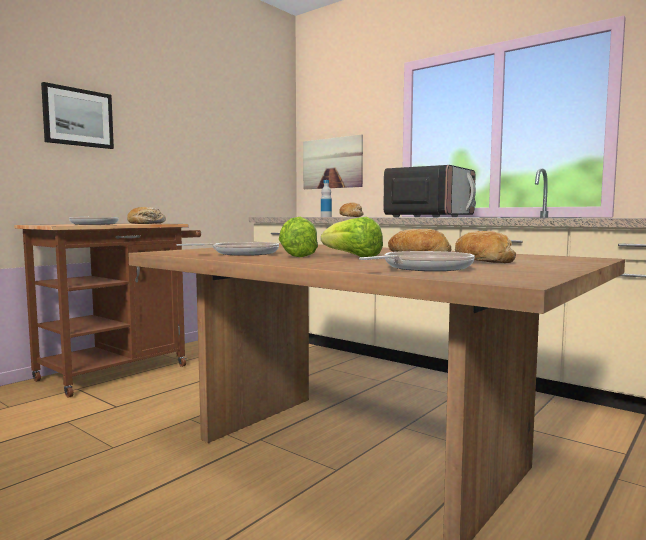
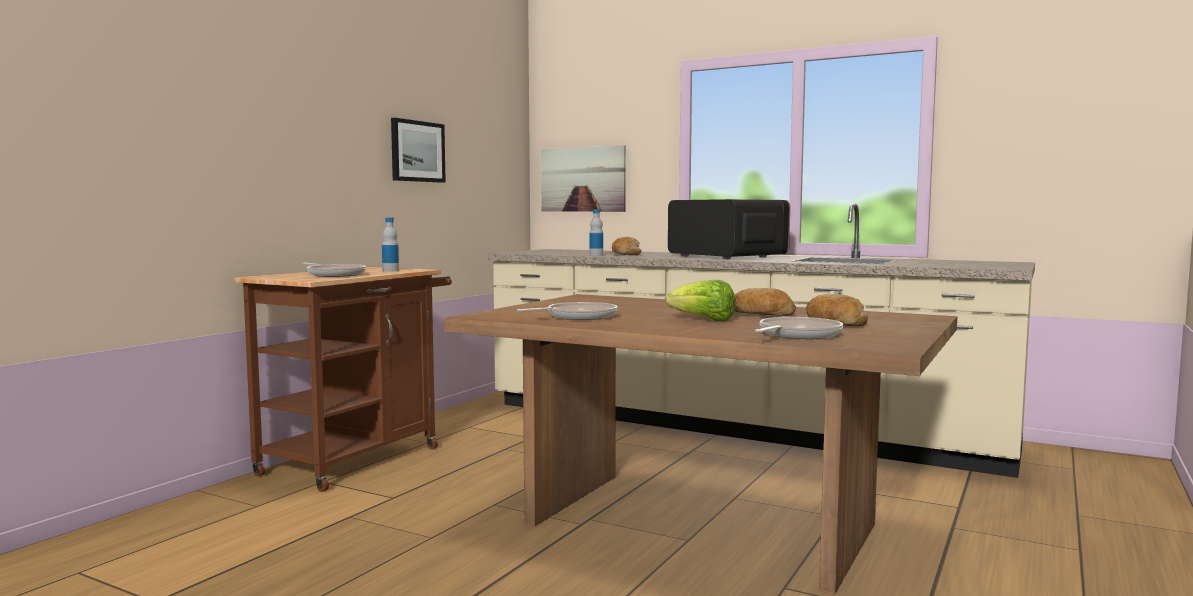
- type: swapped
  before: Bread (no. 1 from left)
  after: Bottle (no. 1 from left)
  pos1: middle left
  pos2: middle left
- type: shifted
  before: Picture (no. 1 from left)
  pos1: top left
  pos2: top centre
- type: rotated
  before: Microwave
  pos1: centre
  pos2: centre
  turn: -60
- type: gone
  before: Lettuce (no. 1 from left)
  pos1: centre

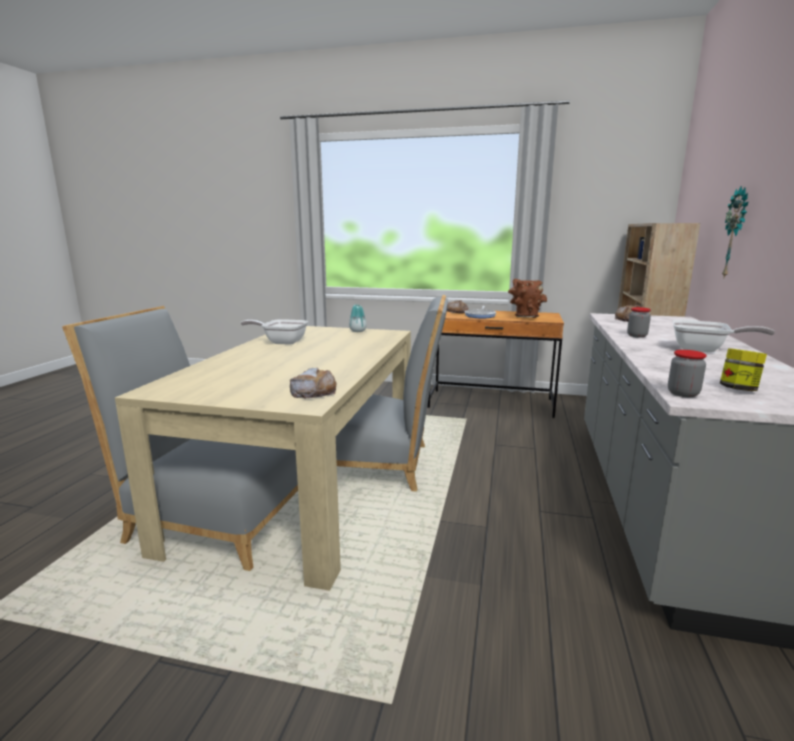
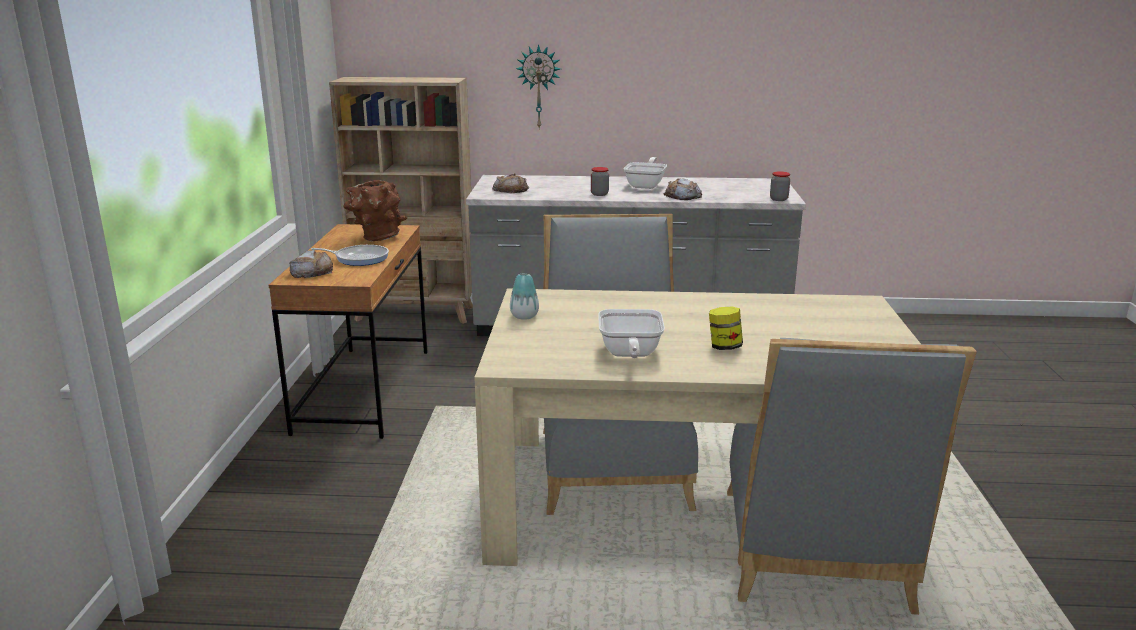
- type: shifted
  before: Bread (no. 1 from left in the first image)
  after: Bread (no. 3 from left)
  pos1: centre
  pos2: top centre
- type: shifted
  before: Jar (no. 3 from left in the first image)
  after: Jar (no. 2 from left)
  pos1: middle right
  pos2: centre

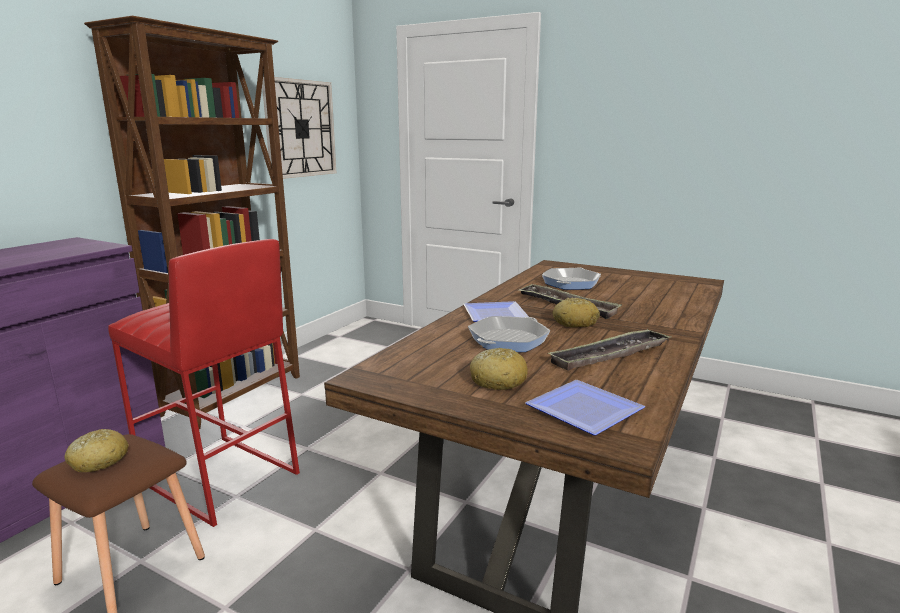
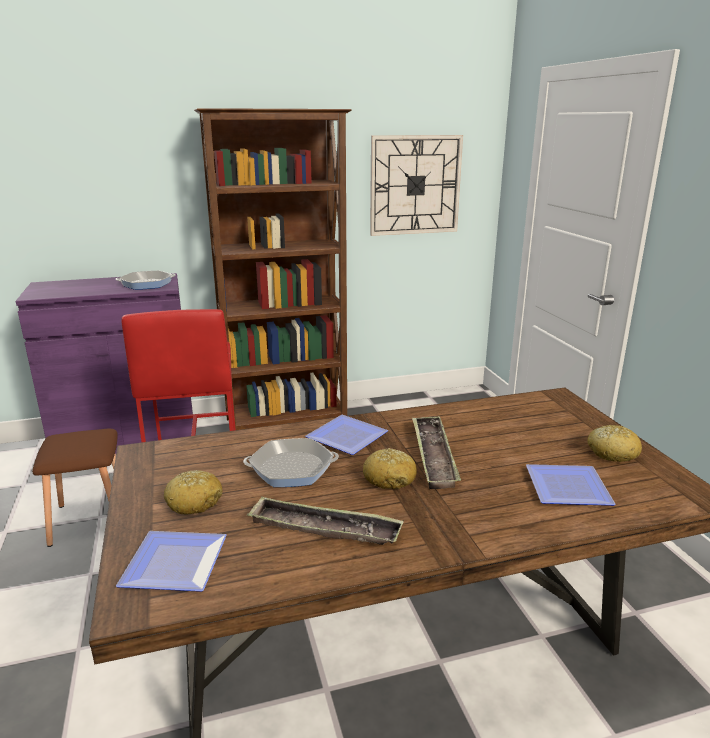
- type: shifted
  before: FryingPan (no. 2 from left in the first image)
  after: FryingPan (no. 1 from left)
  pos1: centre
  pos2: middle left
- type: new
  after: Plate (no. 3 from left)
  pos2: middle right
- type: shifted
  before: Bread (no. 1 from left in the first image)
  after: Bread (no. 3 from left)
  pos1: bottom left
  pos2: middle right

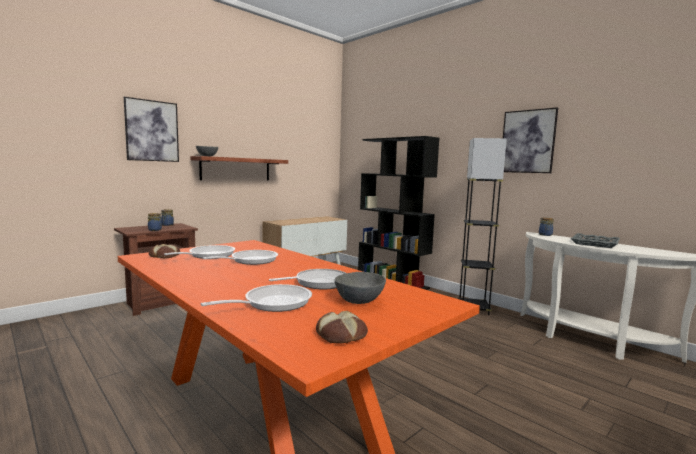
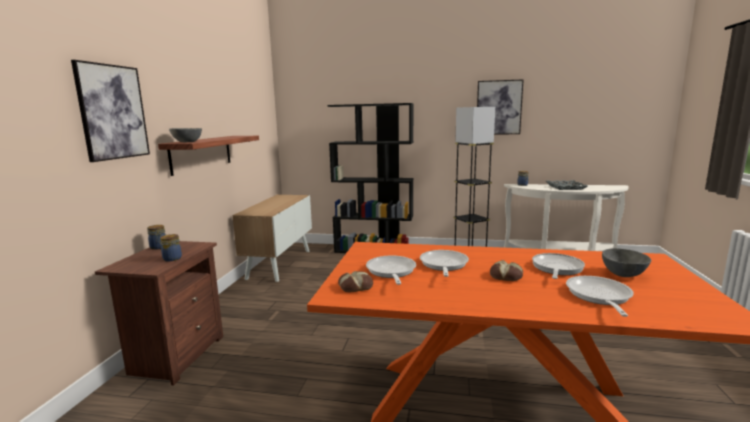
- type: shifted
  before: Bread (no. 2 from left)
  pos1: bottom centre
  pos2: middle right

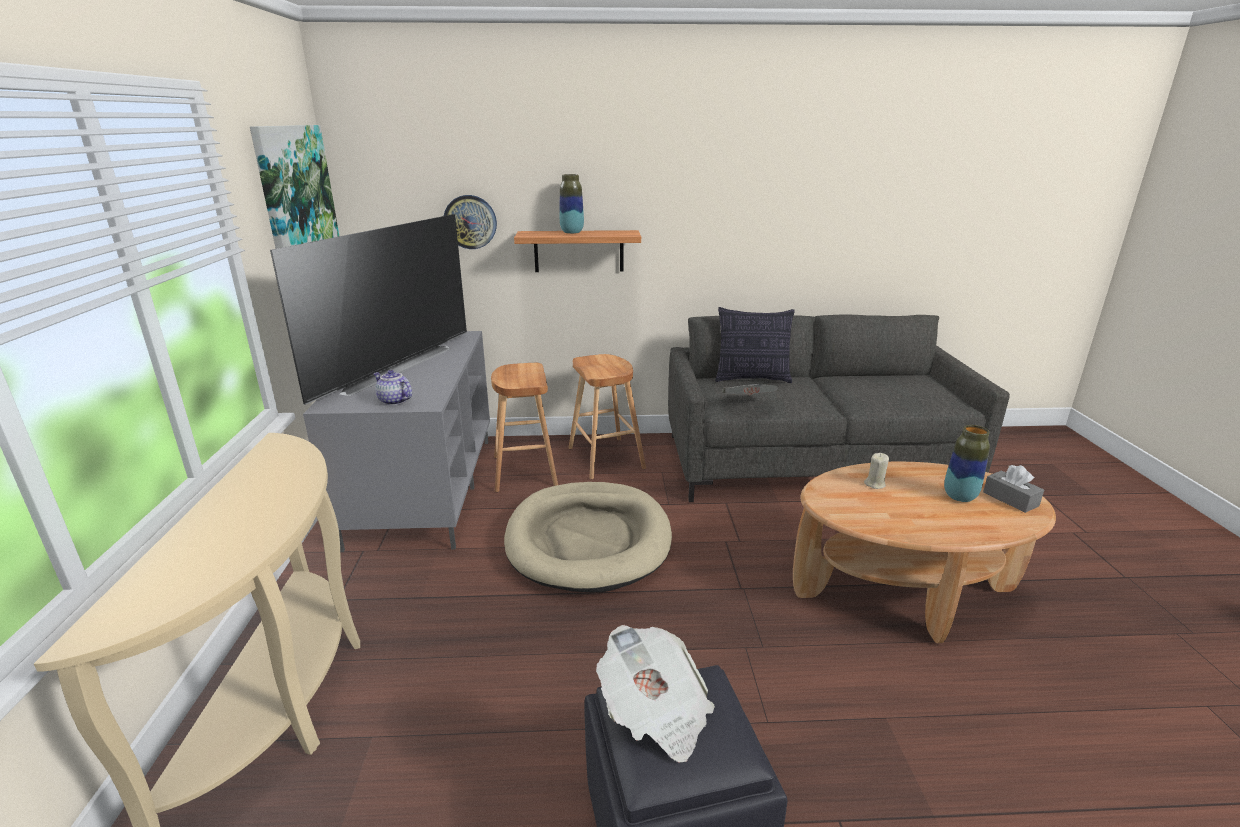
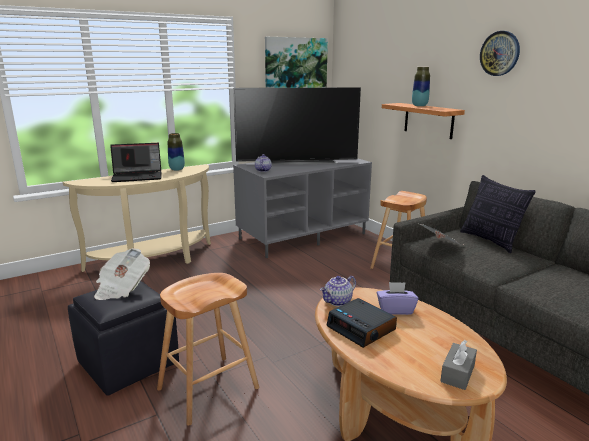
- type: new
  after: Laptop
  pos2: middle left
- type: shifted
  before: BrownStool (no. 1 from left)
  pos1: centre
  pos2: bottom centre
- type: shifted
  before: Vase (no. 2 from left in the first image)
  after: Vase (no. 1 from left)
  pos1: middle right
  pos2: middle left
- type: new
  after: Teapot (no. 2 from left)
  pos2: centre
- type: new
  after: AlarmClock
  pos2: bottom centre
- type: swapped
  before: BeigeCandle
  after: PurpleTissueBox
  pos1: middle right
  pos2: bottom right
- type: shifted
  before: WallClock
  pos1: top centre
  pos2: top right
- type: gone
  before: BeigeDogBed
  pos1: centre

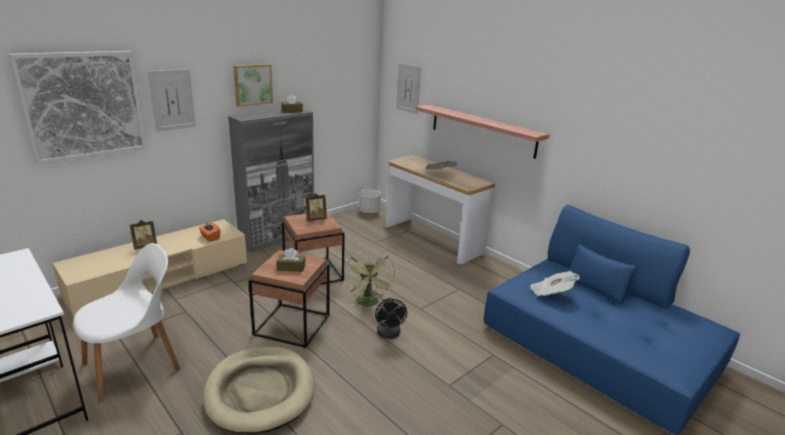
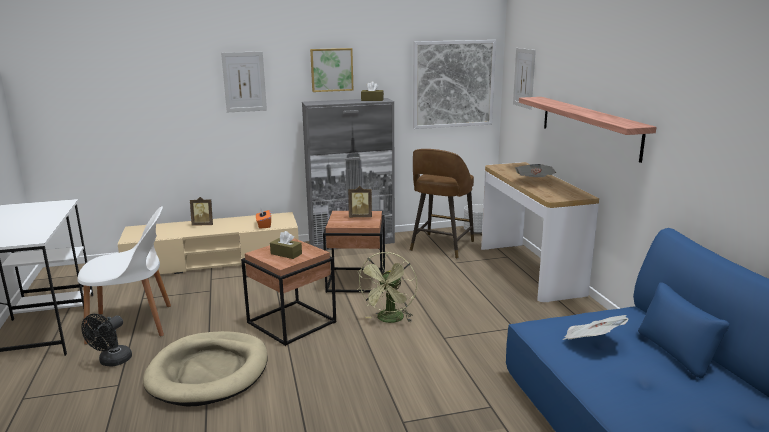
- type: shifted
  before: BlackFan
  pos1: bottom centre
  pos2: bottom left
- type: new
  after: BrownStool
  pos2: centre
- type: shifted
  before: Picture (no. 1 from left in the first image)
  after: Picture (no. 3 from left)
  pos1: top left
  pos2: top centre

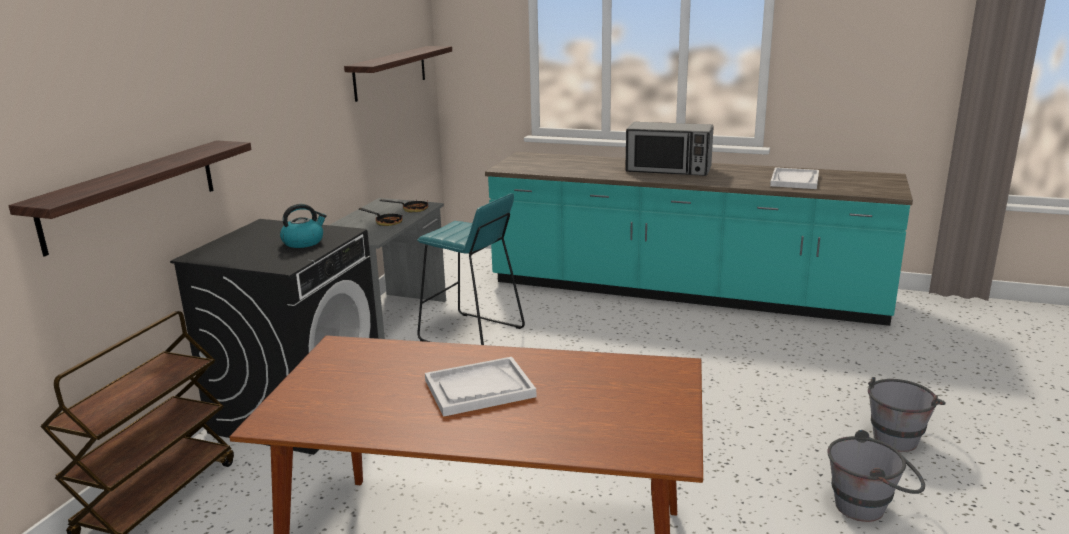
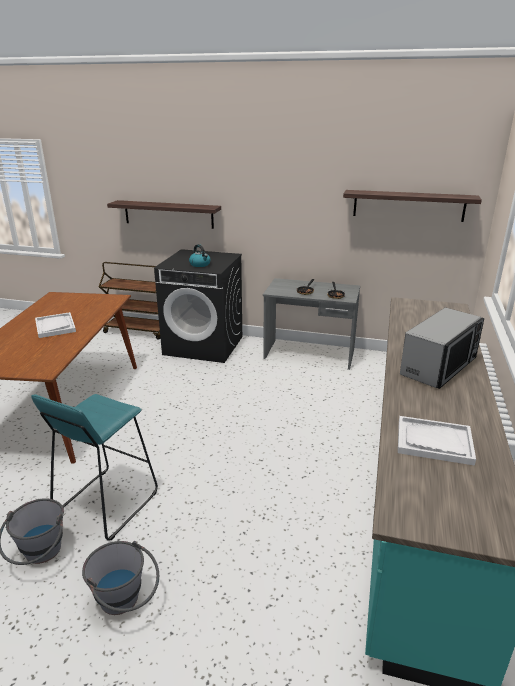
- type: shifted
  before: TurquoiseStool
  pos1: centre
  pos2: bottom left
- type: rotated
  before: Microwave
  pos1: top centre
  pos2: middle right
  turn: -150

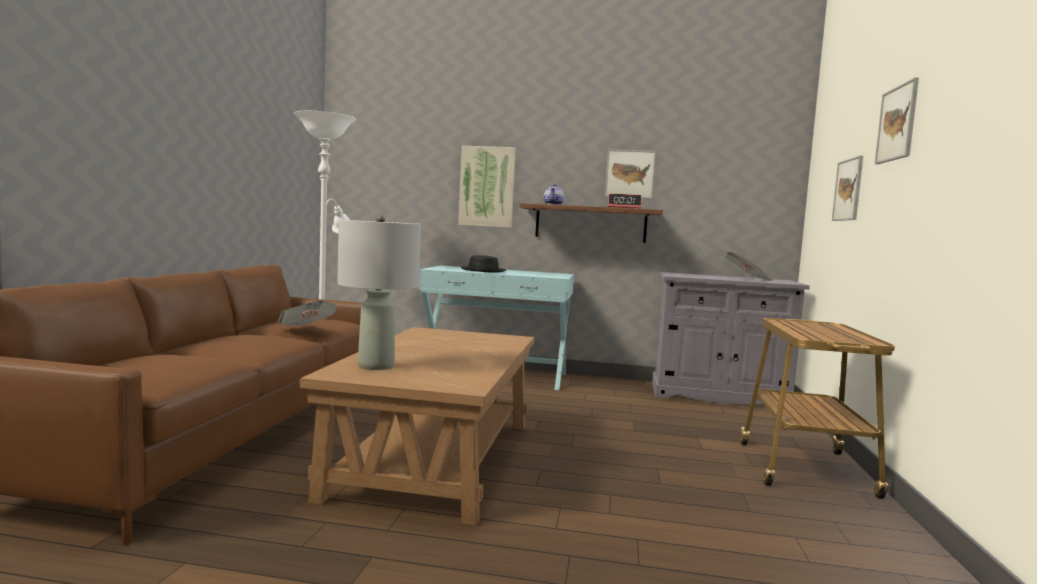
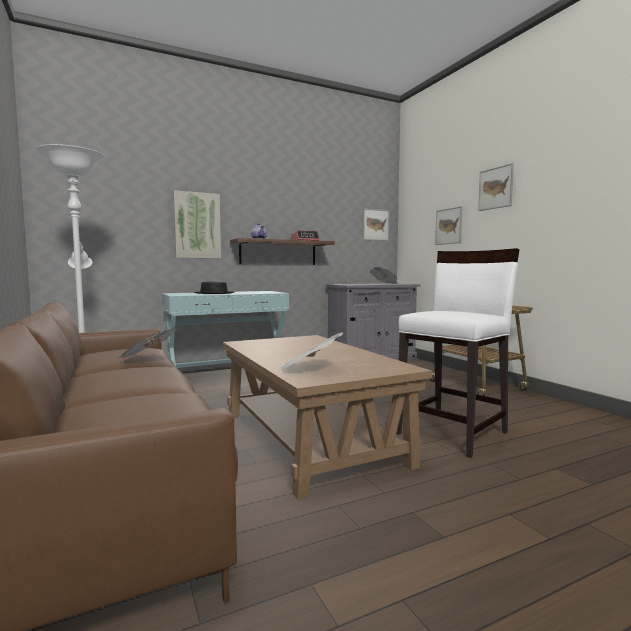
- type: swapped
  before: GreyTableLamp
  after: Newspaper (no. 2 from left)
  pos1: centre
  pos2: centre
- type: shifted
  before: Picture (no. 2 from left)
  pos1: top centre
  pos2: centre
- type: new
  after: WhiteStool
  pos2: middle right

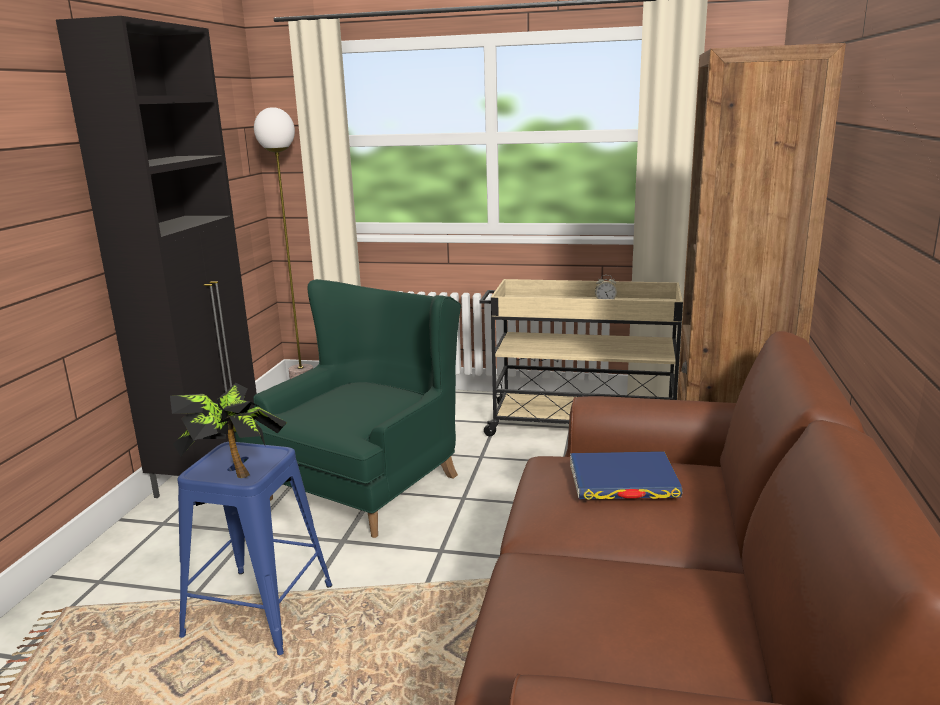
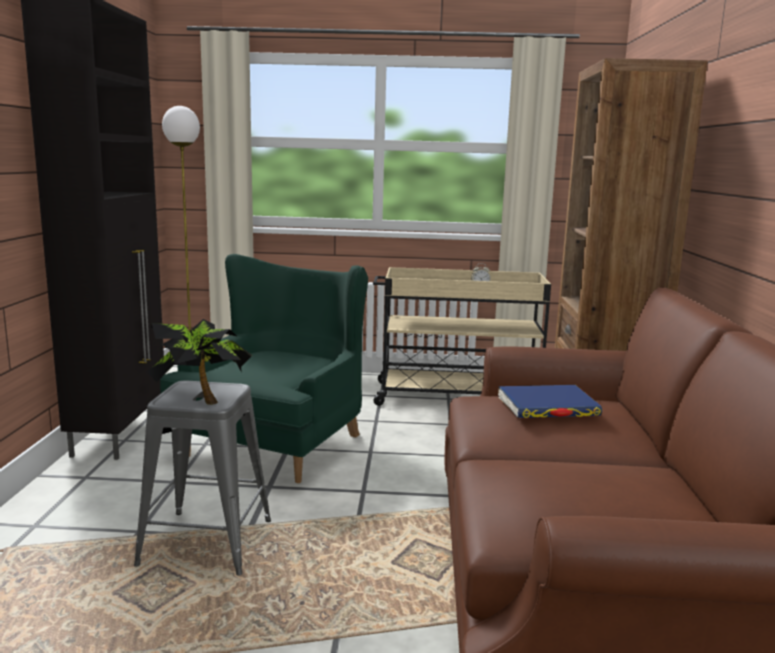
- type: repainted
  before: BlueStool
  after: GreyStool
  pos1: bottom left
  pos2: bottom left

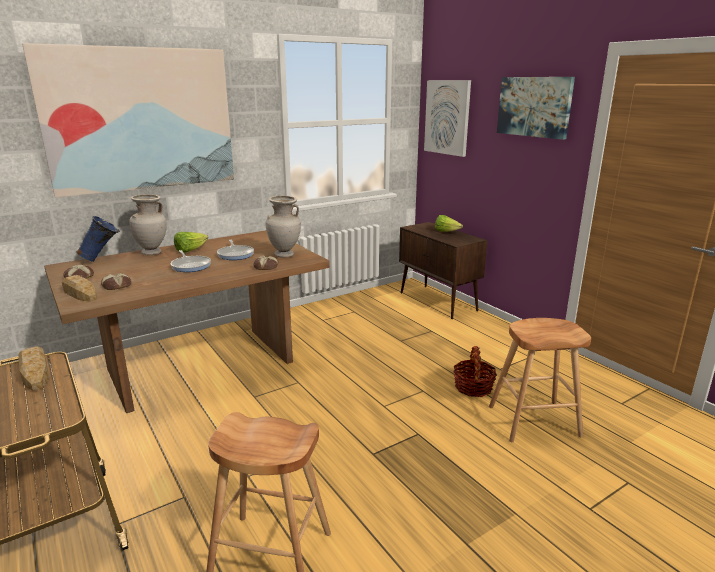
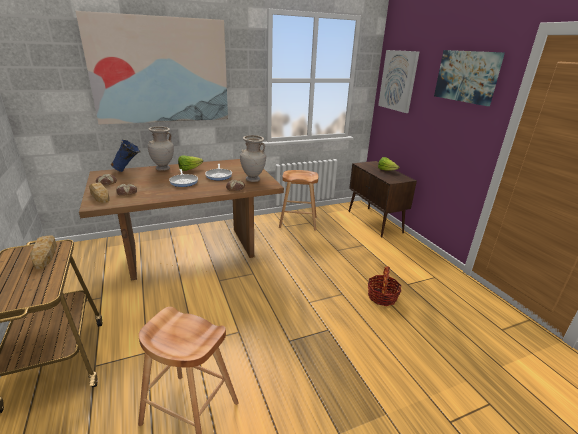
- type: shifted
  before: BrownStool (no. 2 from left)
  pos1: middle right
  pos2: centre

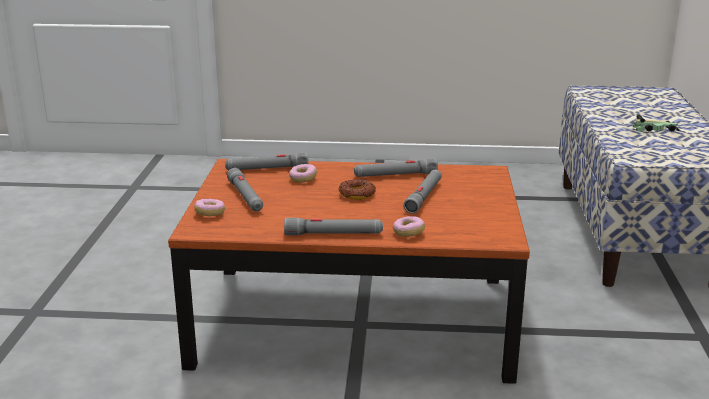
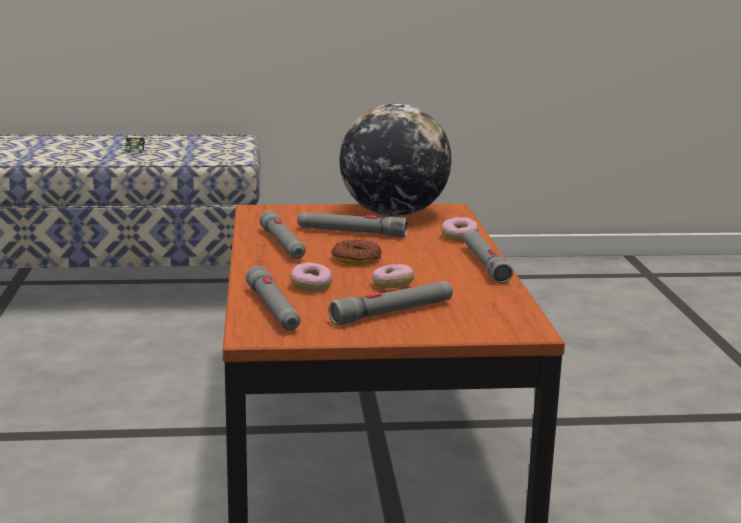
- type: new
  after: Globe
  pos2: top centre
- type: shifted
  before: Donut (no. 1 from left in the first image)
  after: Donut (no. 3 from left)
  pos1: middle left
  pos2: centre

